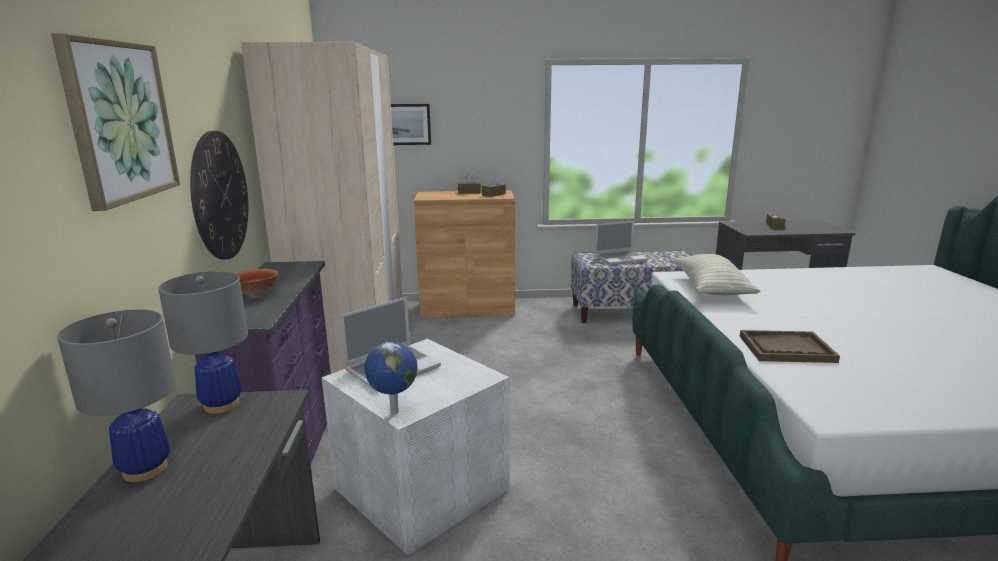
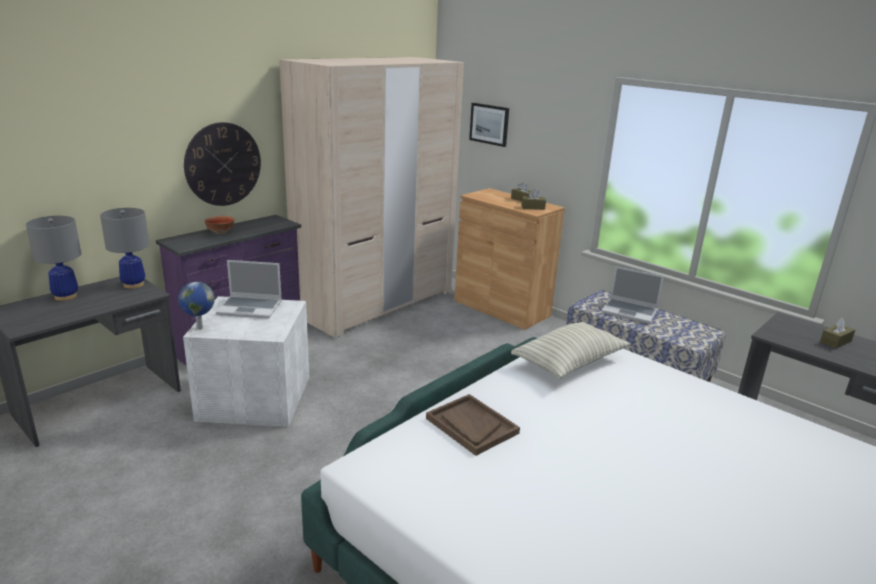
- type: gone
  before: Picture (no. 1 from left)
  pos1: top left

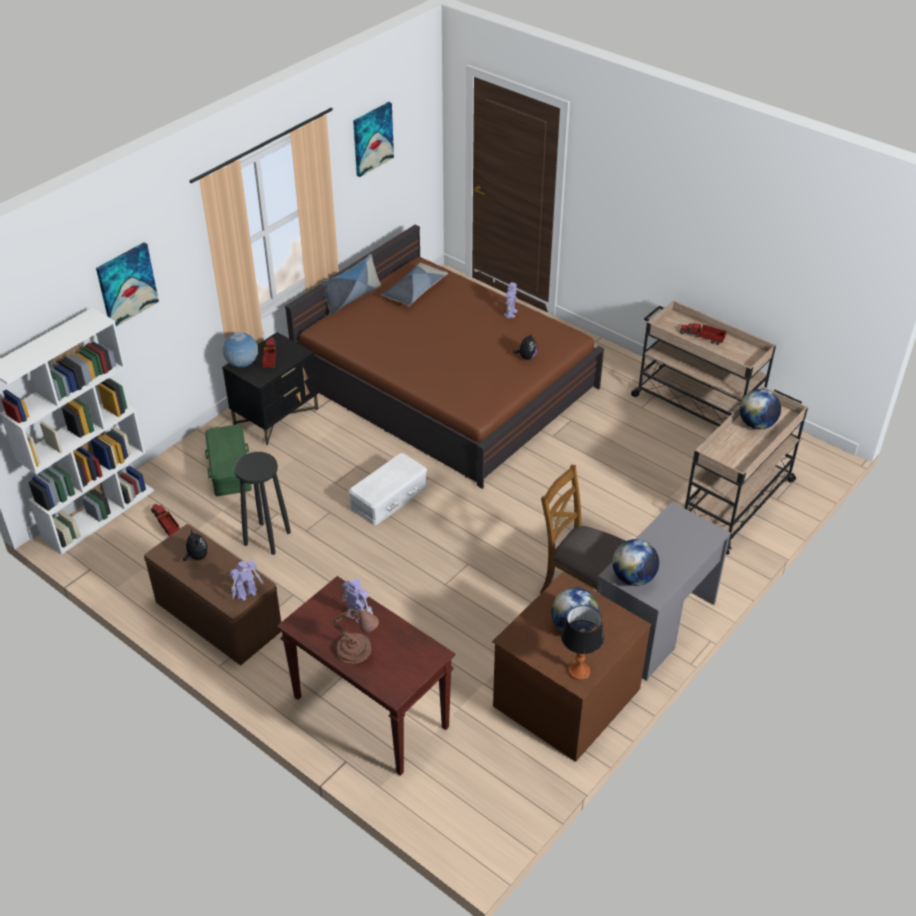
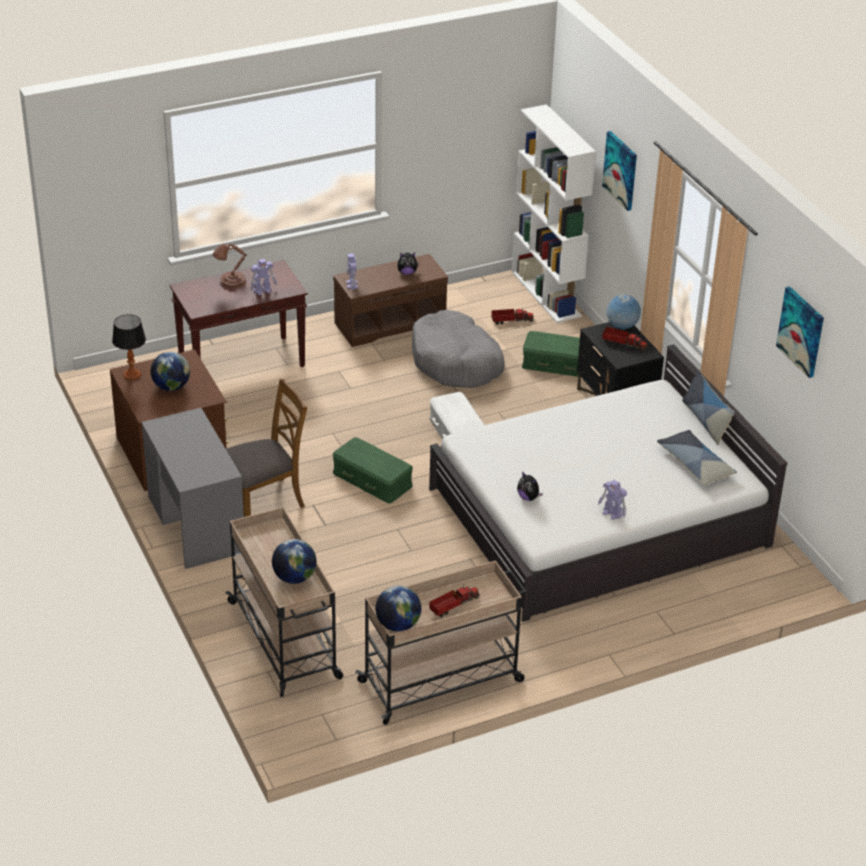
- type: new
  after: GreenStorageBox (no. 1 from left)
  pos2: centre
- type: shifted
  before: Globe (no. 3 from left)
  pos1: middle right
  pos2: bottom centre
- type: swapped
  before: BlackStool
  after: GreyDogBed
  pos1: middle left
  pos2: centre
- type: repainted
  before: BrownBed
  after: WhiteBed
  pos1: centre
  pos2: middle right

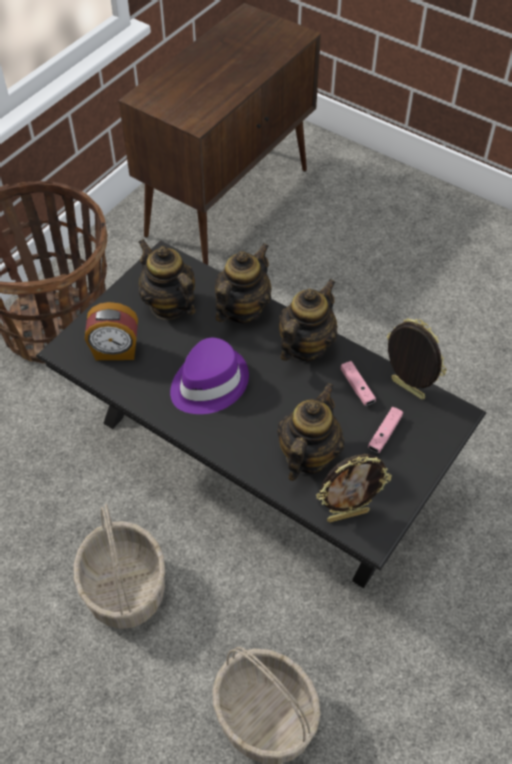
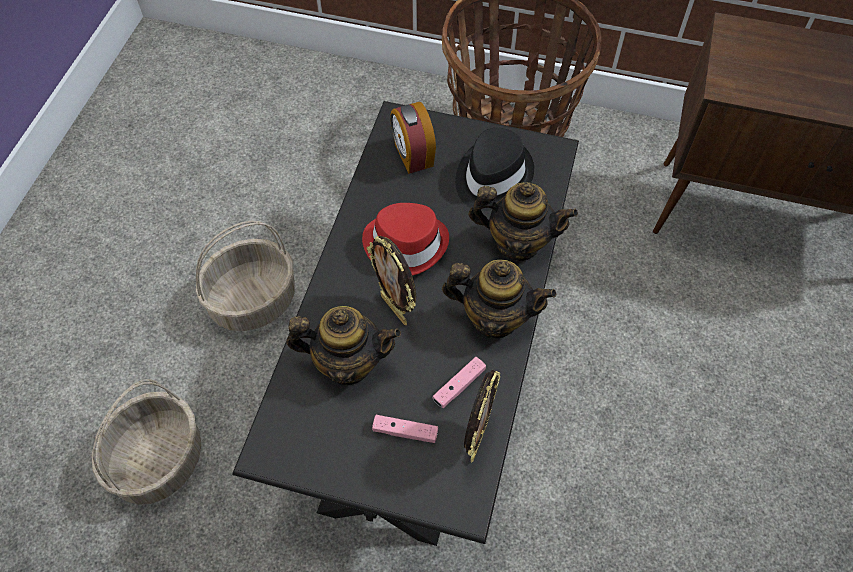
- type: repainted
  before: PurpleHat
  after: RedHat
  pos1: centre
  pos2: centre
- type: shifted
  before: PictureFrame (no. 1 from left)
  pos1: middle right
  pos2: centre
- type: swapped
  before: Teapot (no. 1 from left)
  after: BlackHat
  pos1: middle left
  pos2: top centre

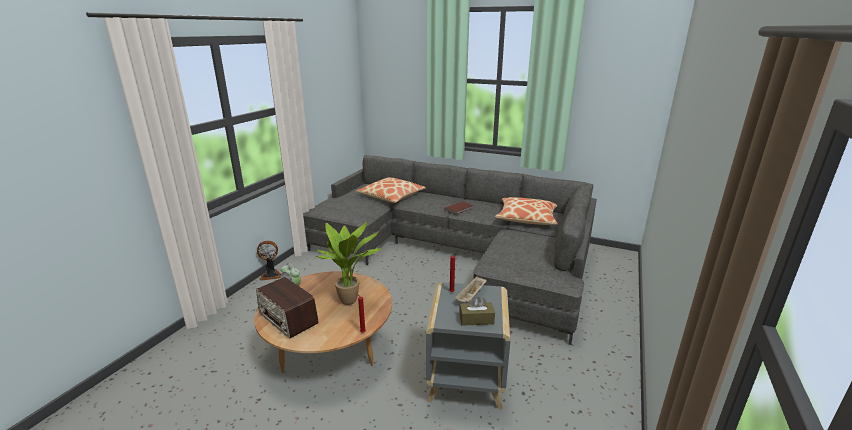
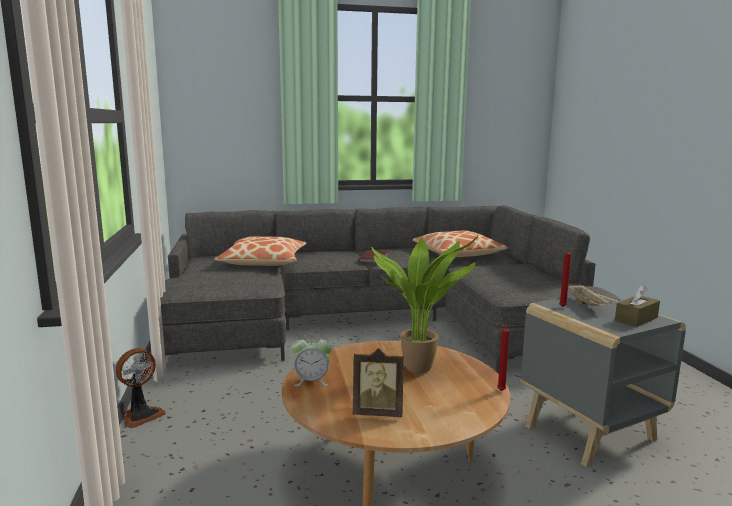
- type: swapped
  before: Radio
  after: PictureFrame
  pos1: bottom centre
  pos2: bottom centre

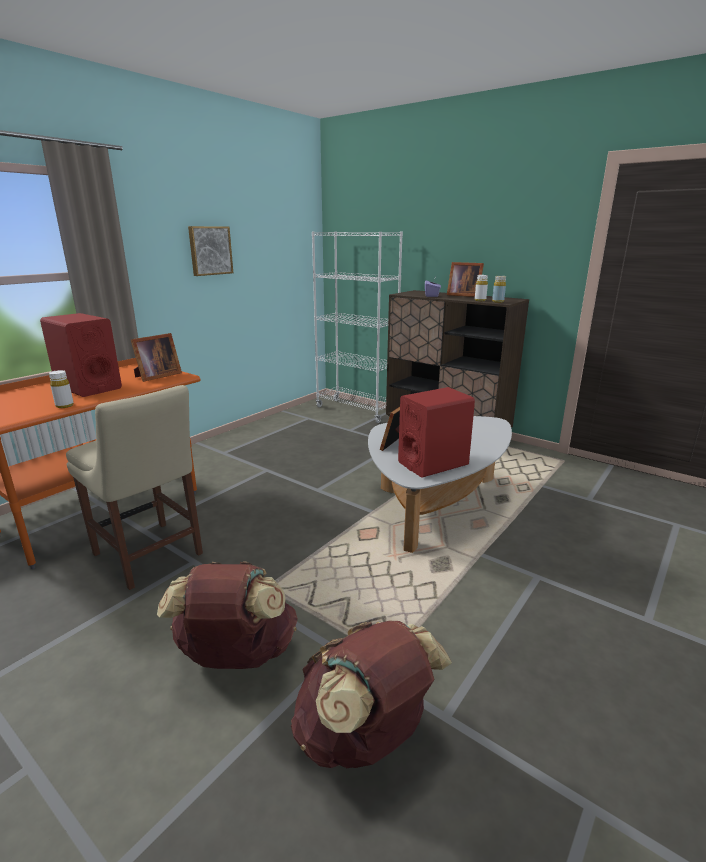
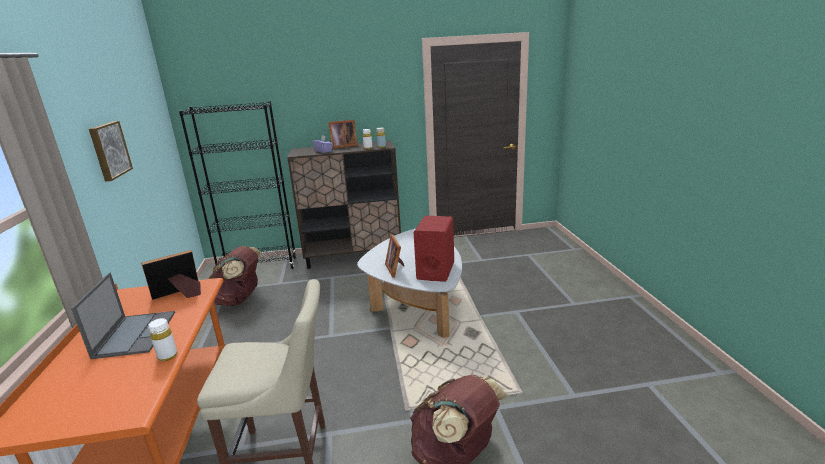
- type: swapped
  before: RedSpeaker (no. 1 from left)
  after: Laptop
  pos1: middle left
  pos2: bottom left
- type: rotated
  before: PictureFrame (no. 1 from left)
  pos1: middle left
  pos2: middle left
  turn: -120
- type: repainted
  before: WhiteBookcase
  after: BlackBookcase
  pos1: centre
  pos2: middle left
- type: shifted
  before: BrownBackpack (no. 2 from left in the first image)
  after: BrownBackpack (no. 1 from left)
  pos1: bottom centre
  pos2: middle left

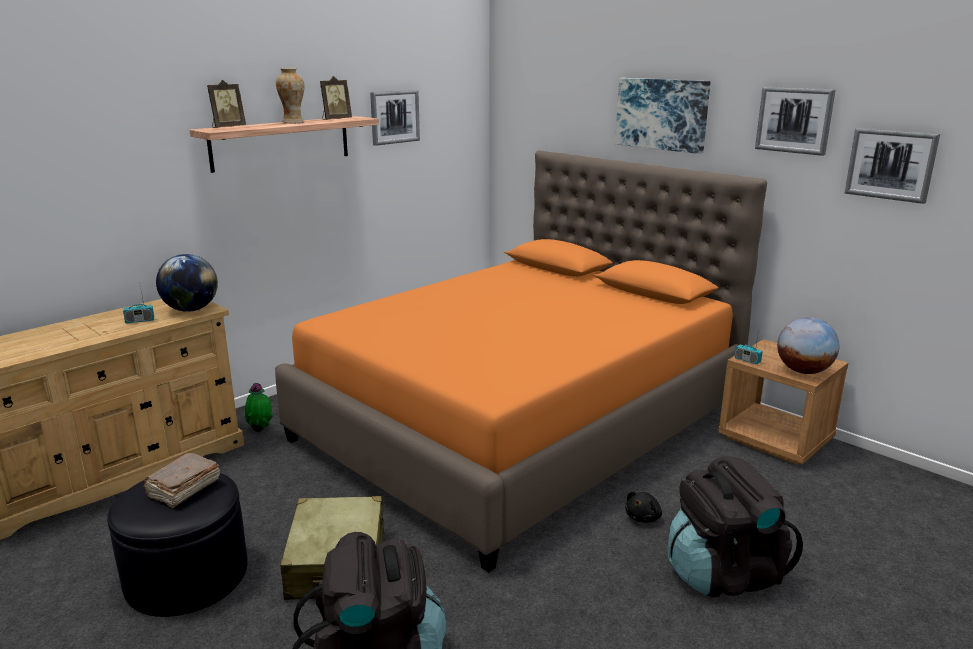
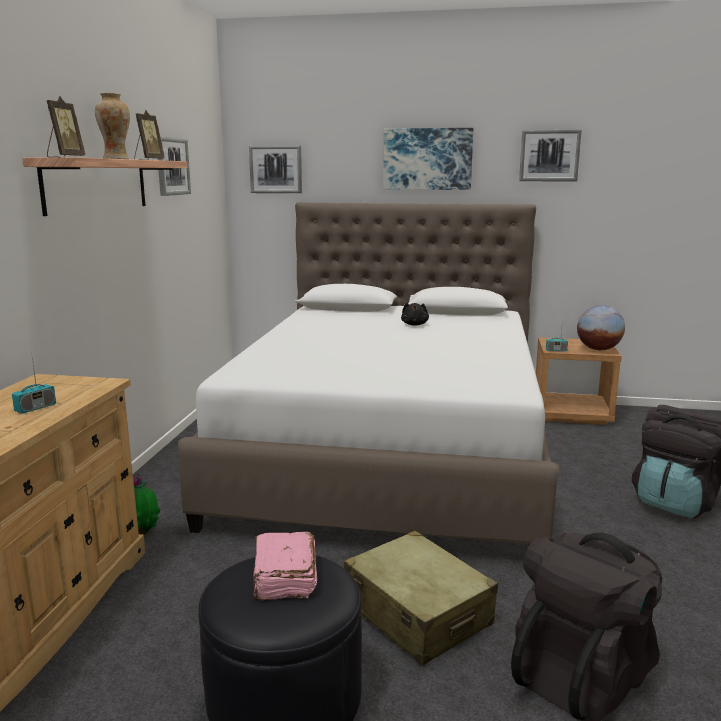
- type: repainted
  before: OrangeBed
  after: WhiteBed
  pos1: centre
  pos2: centre
- type: shifted
  before: Picture (no. 4 from left in the first image)
  after: Picture (no. 2 from left)
  pos1: top right
  pos2: top centre
- type: repainted
  before: BrownBook
  after: PinkBook
  pos1: bottom left
  pos2: bottom centre
- type: shifted
  before: BlackPlushToy
  pos1: bottom centre
  pos2: centre
- type: gone
  before: Globe (no. 1 from left)
  pos1: middle left

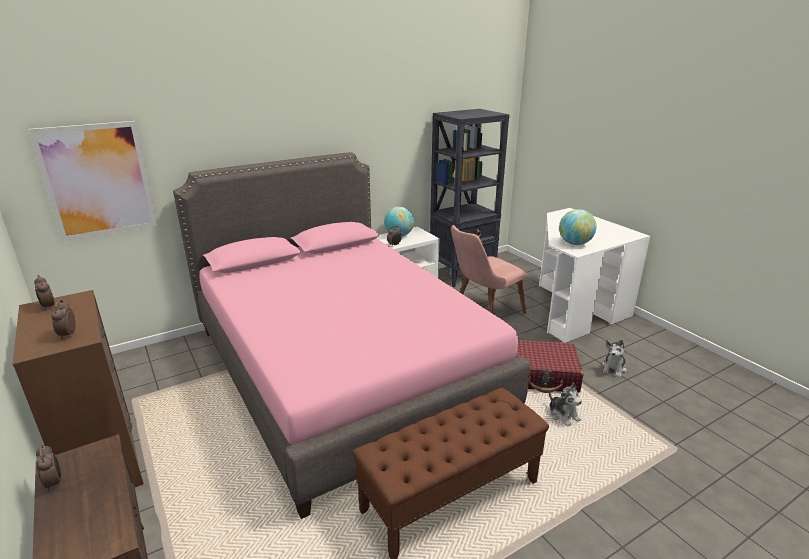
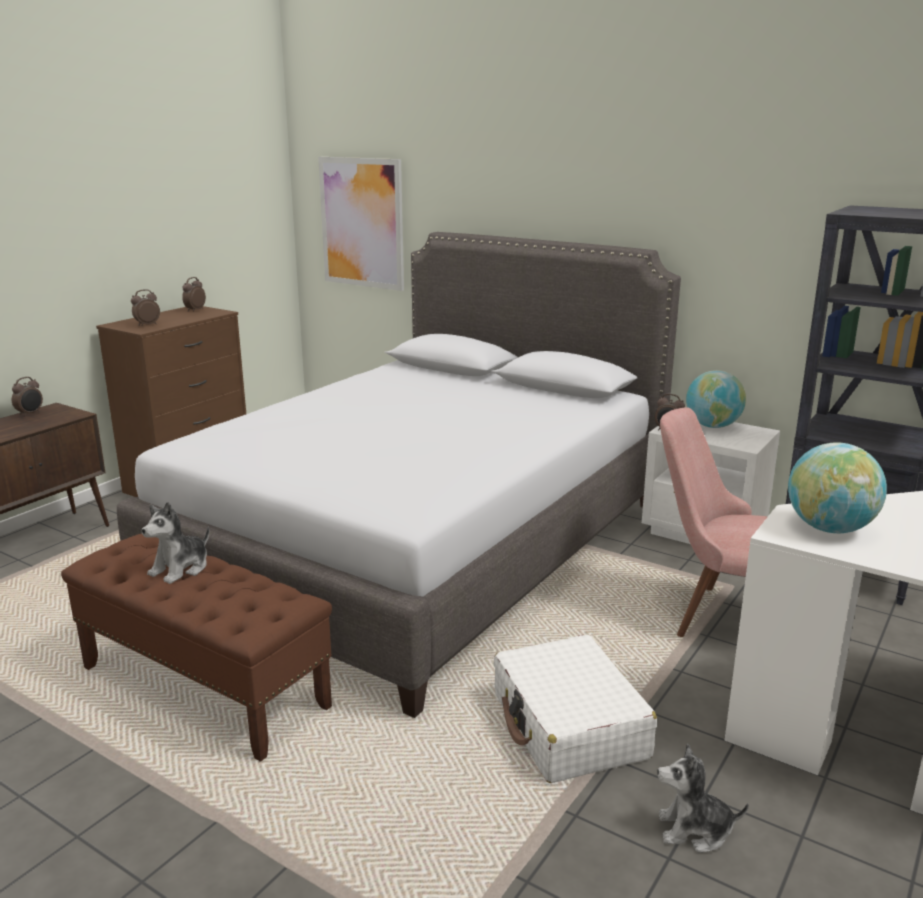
- type: repainted
  before: PinkBed
  after: GreyBed
  pos1: centre
  pos2: centre
- type: shifted
  before: PlushToy (no. 1 from left)
  pos1: bottom right
  pos2: middle left
- type: repainted
  before: RedSuitcase
  after: WhiteSuitcase
  pos1: middle right
  pos2: bottom centre

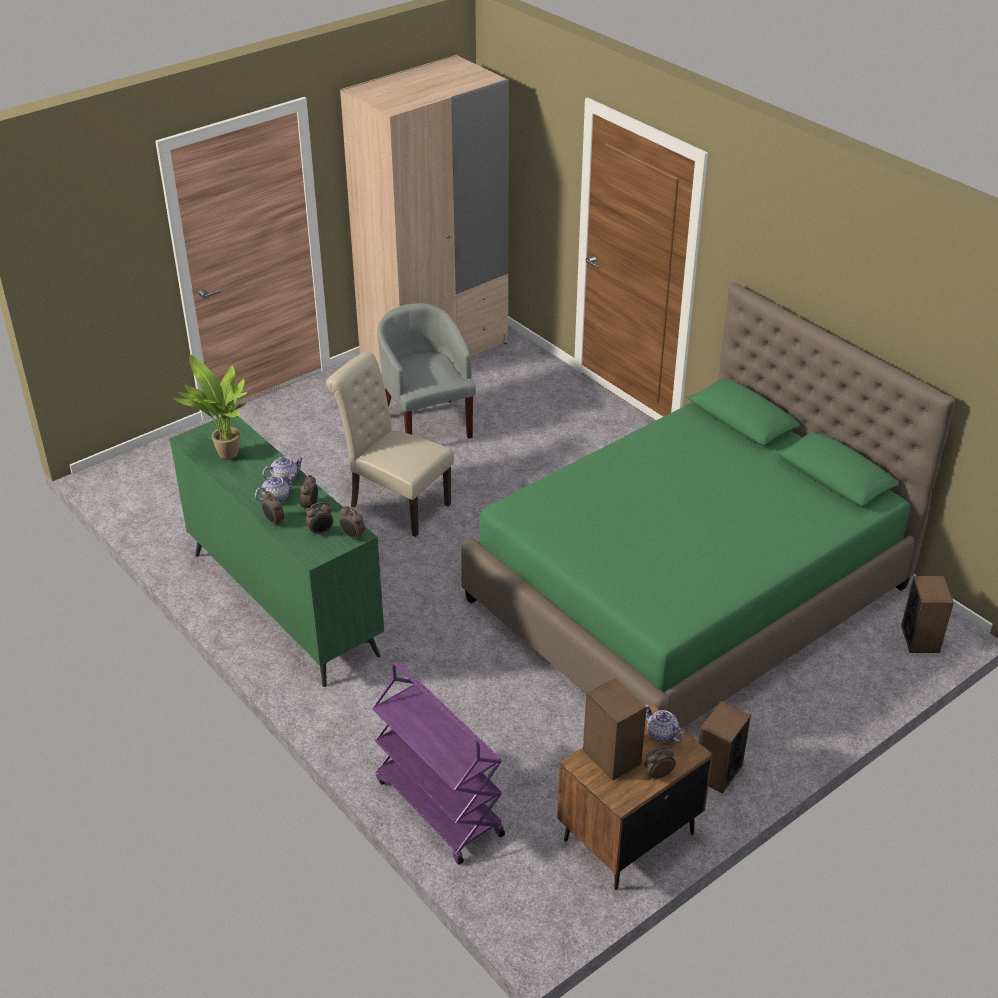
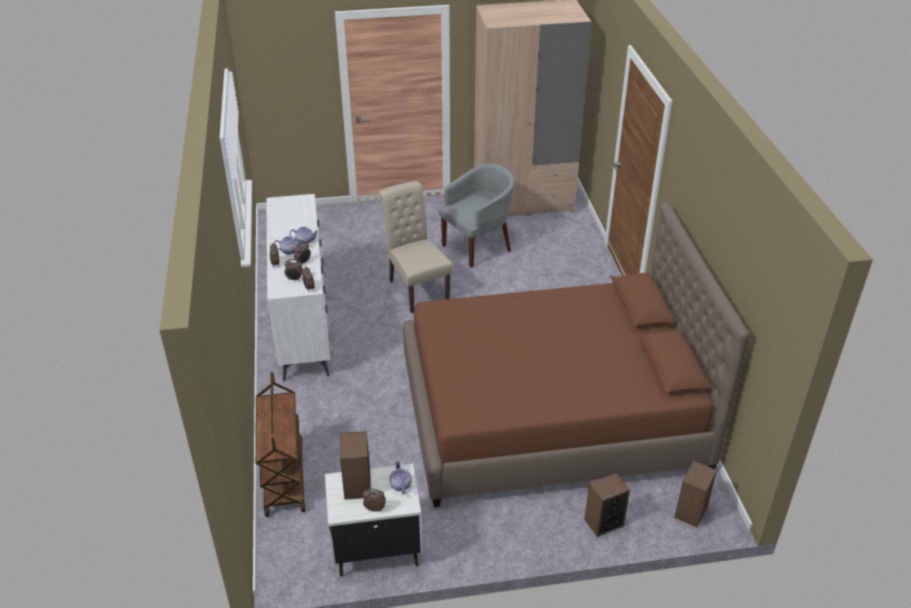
- type: repainted
  before: PurpleCart
  after: BrownCart
  pos1: bottom centre
  pos2: bottom left
- type: repainted
  before: GreenDresser
  after: WhiteDresser
  pos1: middle left
  pos2: middle left
- type: repainted
  before: BrownNightstand
  after: WhiteNightstand
  pos1: bottom centre
  pos2: bottom centre
- type: repainted
  before: GreenBed
  after: BrownBed
  pos1: middle right
  pos2: centre
- type: rotated
  before: GreyArmchair
  pos1: centre
  pos2: centre
  turn: 45
- type: shifted
  before: Speaker (no. 2 from left)
  pos1: bottom right
  pos2: bottom centre
- type: gone
  before: PottedPlant
  pos1: middle left

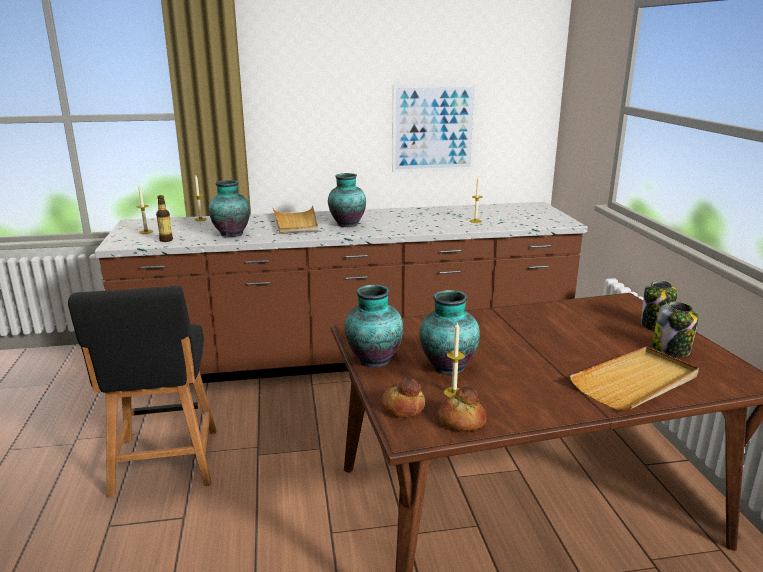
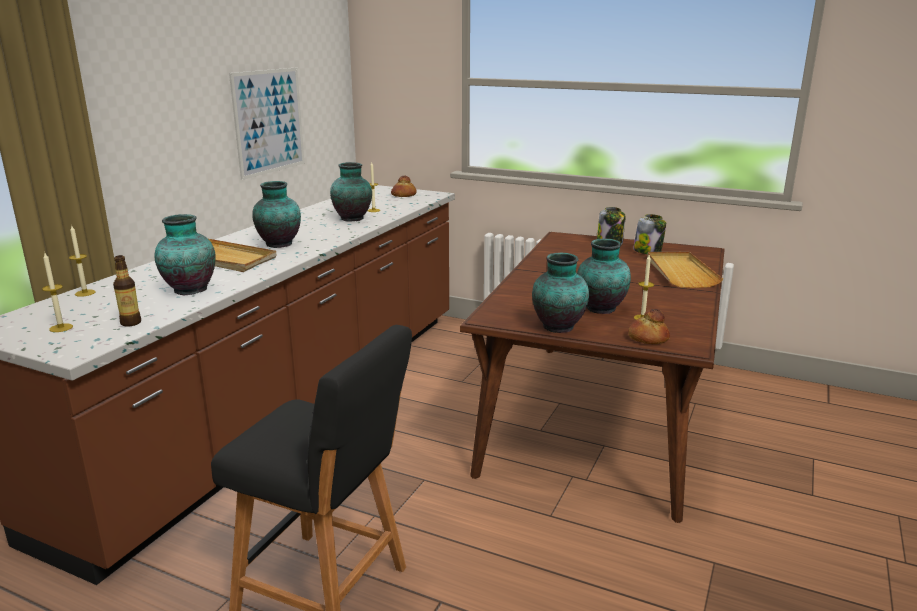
- type: new
  after: Vase (no. 3 from left)
  pos2: top centre
- type: shifted
  before: Bread (no. 2 from left in the first image)
  after: Bread (no. 1 from left)
  pos1: bottom centre
  pos2: top centre

